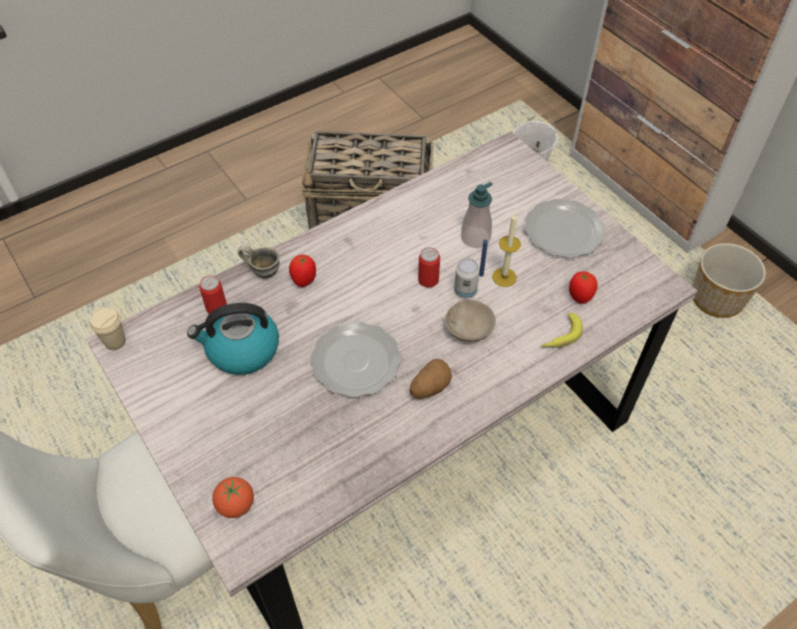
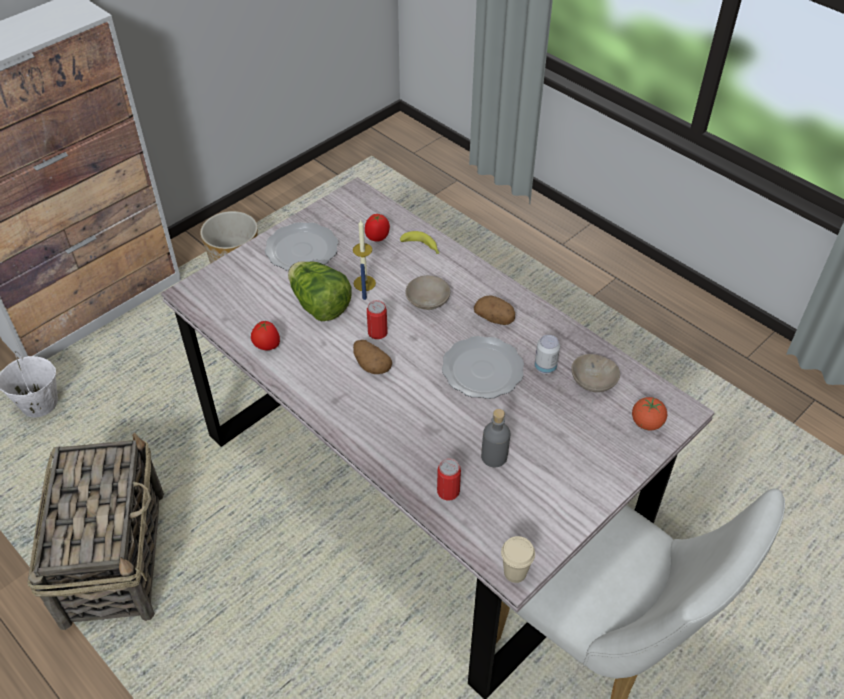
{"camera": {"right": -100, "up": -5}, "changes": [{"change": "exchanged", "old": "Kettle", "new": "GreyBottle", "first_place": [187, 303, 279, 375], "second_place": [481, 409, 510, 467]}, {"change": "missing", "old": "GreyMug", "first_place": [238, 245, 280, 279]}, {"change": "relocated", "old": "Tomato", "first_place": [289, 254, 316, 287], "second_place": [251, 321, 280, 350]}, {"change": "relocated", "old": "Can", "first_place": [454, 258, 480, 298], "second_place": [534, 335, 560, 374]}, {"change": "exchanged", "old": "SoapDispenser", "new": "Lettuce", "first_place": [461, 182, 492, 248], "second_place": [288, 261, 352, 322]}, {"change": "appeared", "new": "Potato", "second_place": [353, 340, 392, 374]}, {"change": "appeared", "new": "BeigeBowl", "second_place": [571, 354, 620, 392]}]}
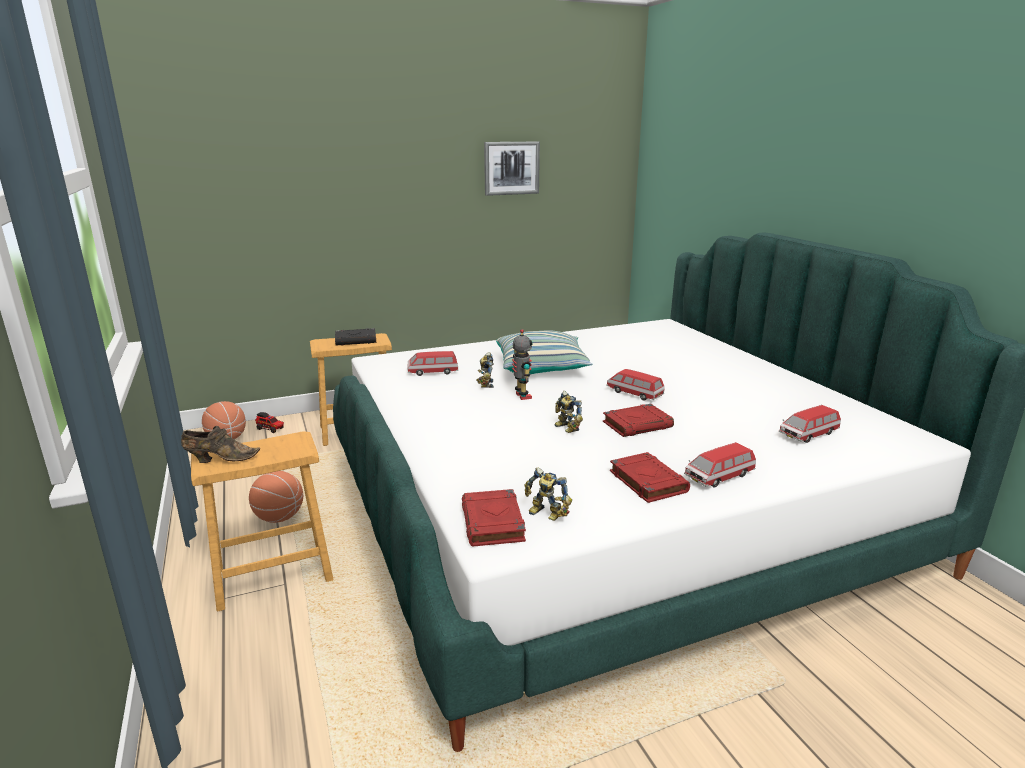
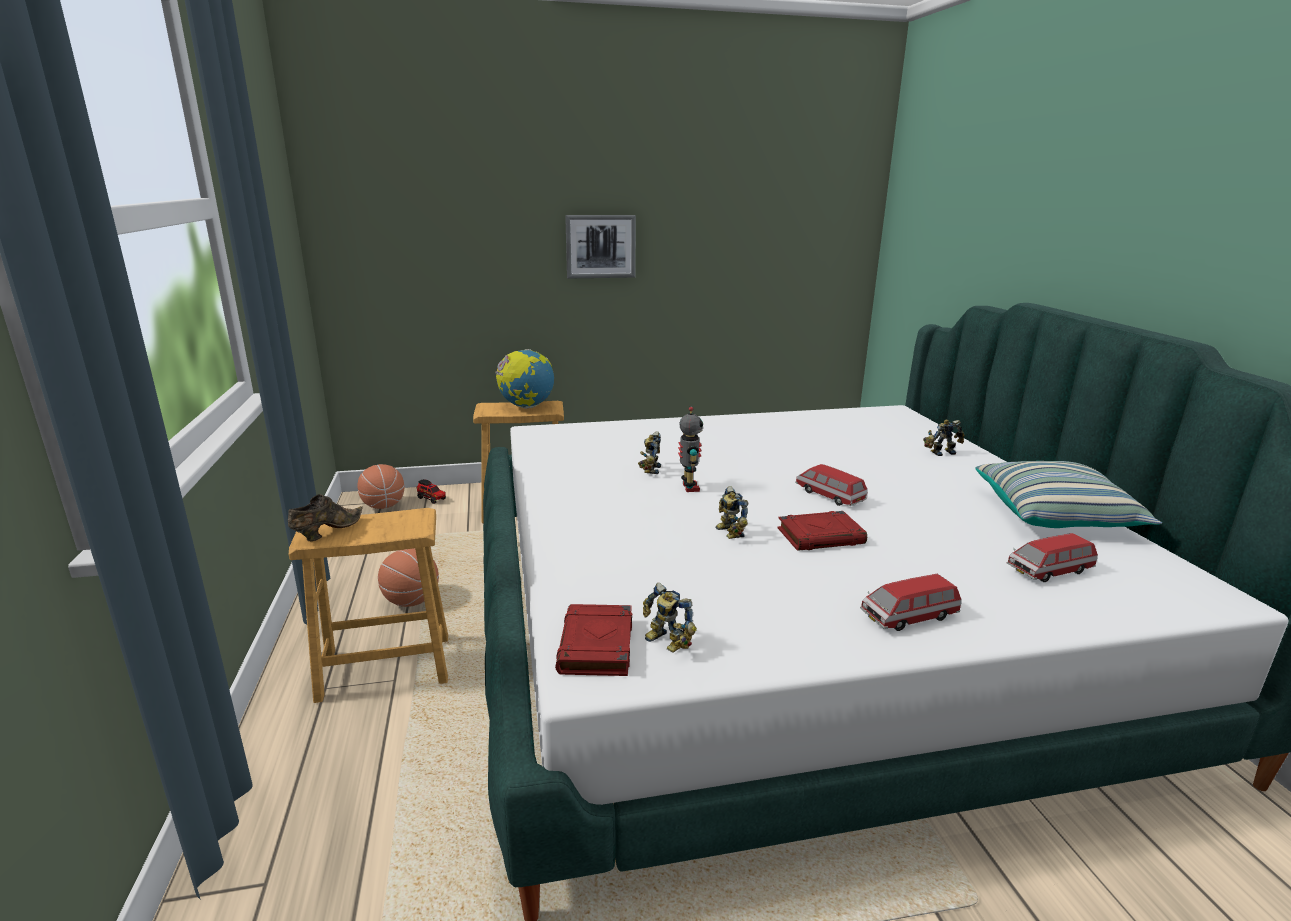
{"camera": {"right": 10, "up": 0}, "changes": [{"change": "spun", "old": "BrownShoe", "first_place": [181, 426, 260, 463], "second_place": [288, 494, 363, 541], "degrees": -60}, {"change": "exchanged", "old": "BlackBook", "new": "Globe", "first_place": [335, 328, 376, 345], "second_place": [495, 349, 554, 409]}, {"change": "missing", "old": "ToyCar", "first_place": [407, 351, 458, 376]}, {"change": "relocated", "old": "Picture", "first_place": [484, 142, 540, 196], "second_place": [565, 215, 636, 278]}, {"change": "relocated", "old": "Pillow", "first_place": [496, 331, 592, 374], "second_place": [976, 461, 1162, 528]}, {"change": "missing", "old": "RedBook", "first_place": [610, 452, 690, 503]}, {"change": "appeared", "new": "ToyRobot", "second_place": [923, 419, 965, 456]}]}
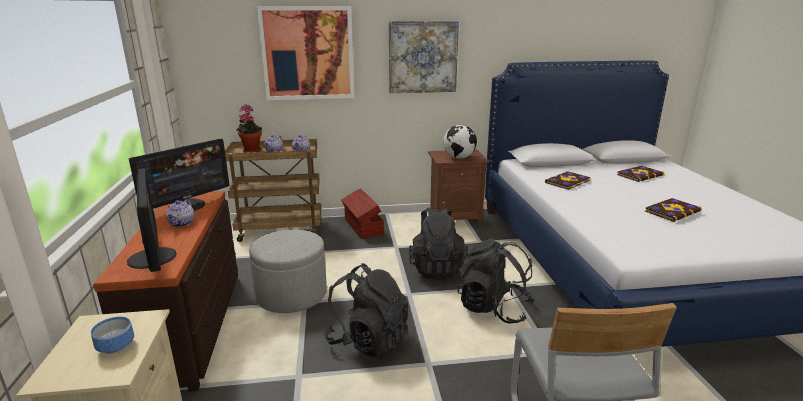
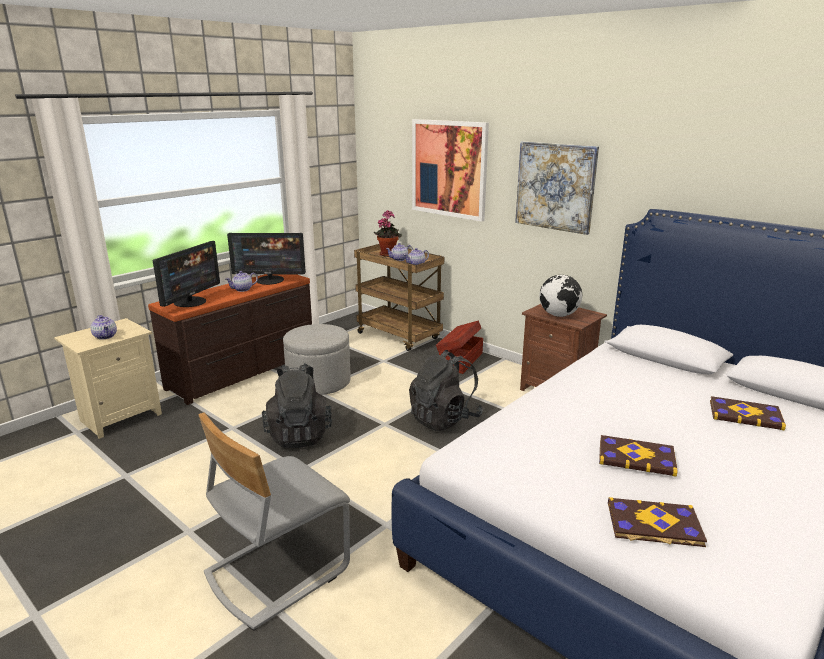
{"camera": {"right": 50, "up": 0}, "changes": [{"change": "exchanged", "old": "Bowl", "new": "Teapot", "first_place": [91, 316, 134, 354], "second_place": [91, 315, 117, 340]}, {"change": "missing", "old": "BlackBackpack", "first_place": [458, 239, 535, 324]}, {"change": "relocated", "old": "Book", "first_place": [545, 171, 590, 190], "second_place": [608, 497, 707, 547]}]}
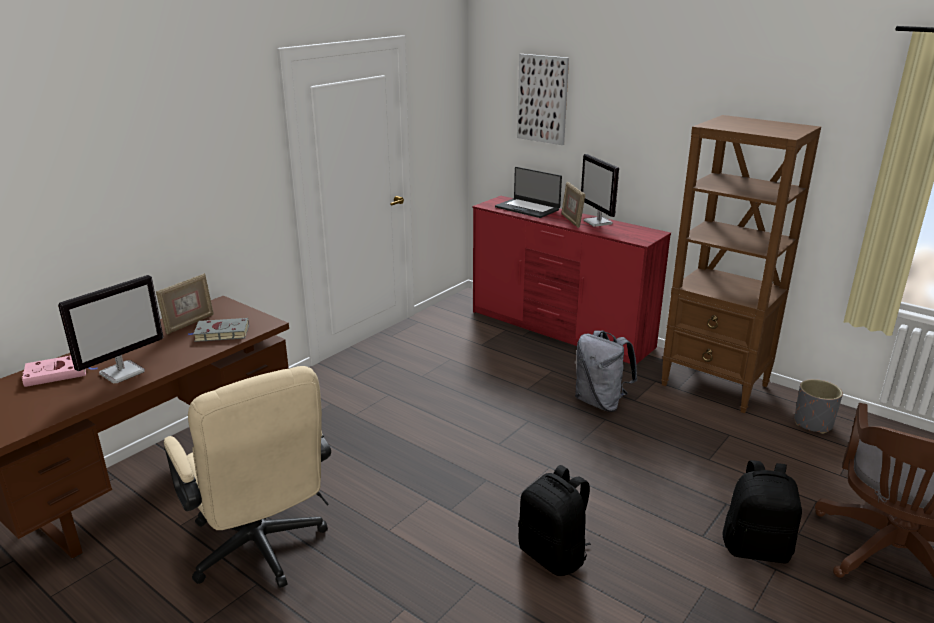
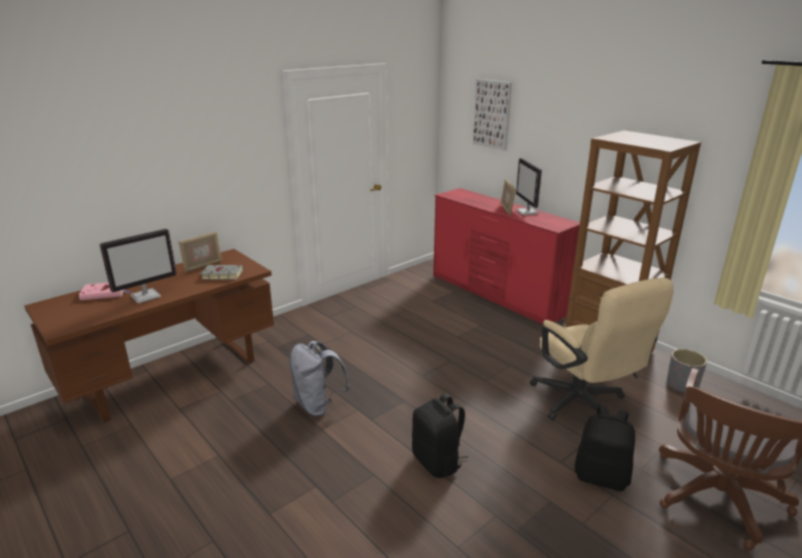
{"camera": {"right": 10, "up": 0}, "changes": [{"change": "relocated", "old": "BeigeOfficeChair", "first_place": [164, 366, 331, 588], "second_place": [530, 277, 674, 420]}, {"change": "missing", "old": "Laptop", "first_place": [495, 167, 562, 218]}, {"change": "relocated", "old": "GreyBackpack", "first_place": [575, 330, 637, 412], "second_place": [289, 341, 350, 417]}]}
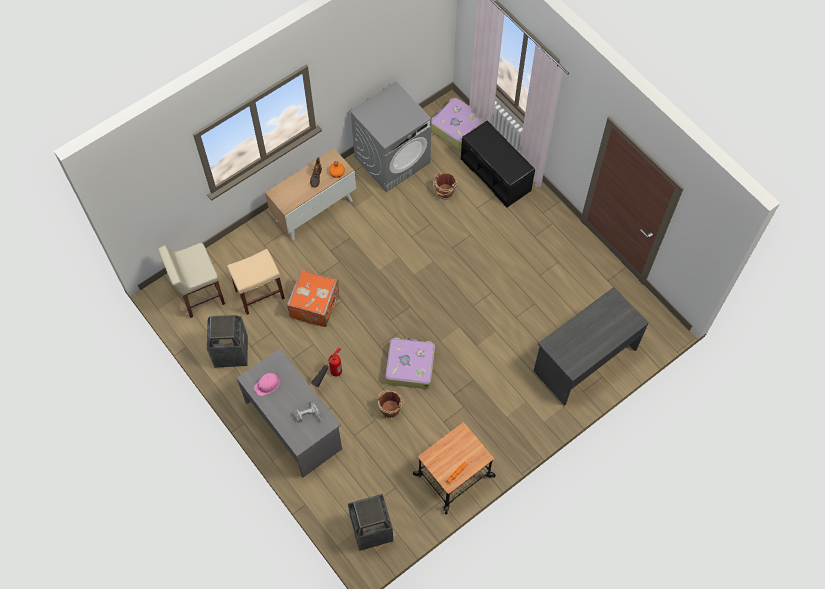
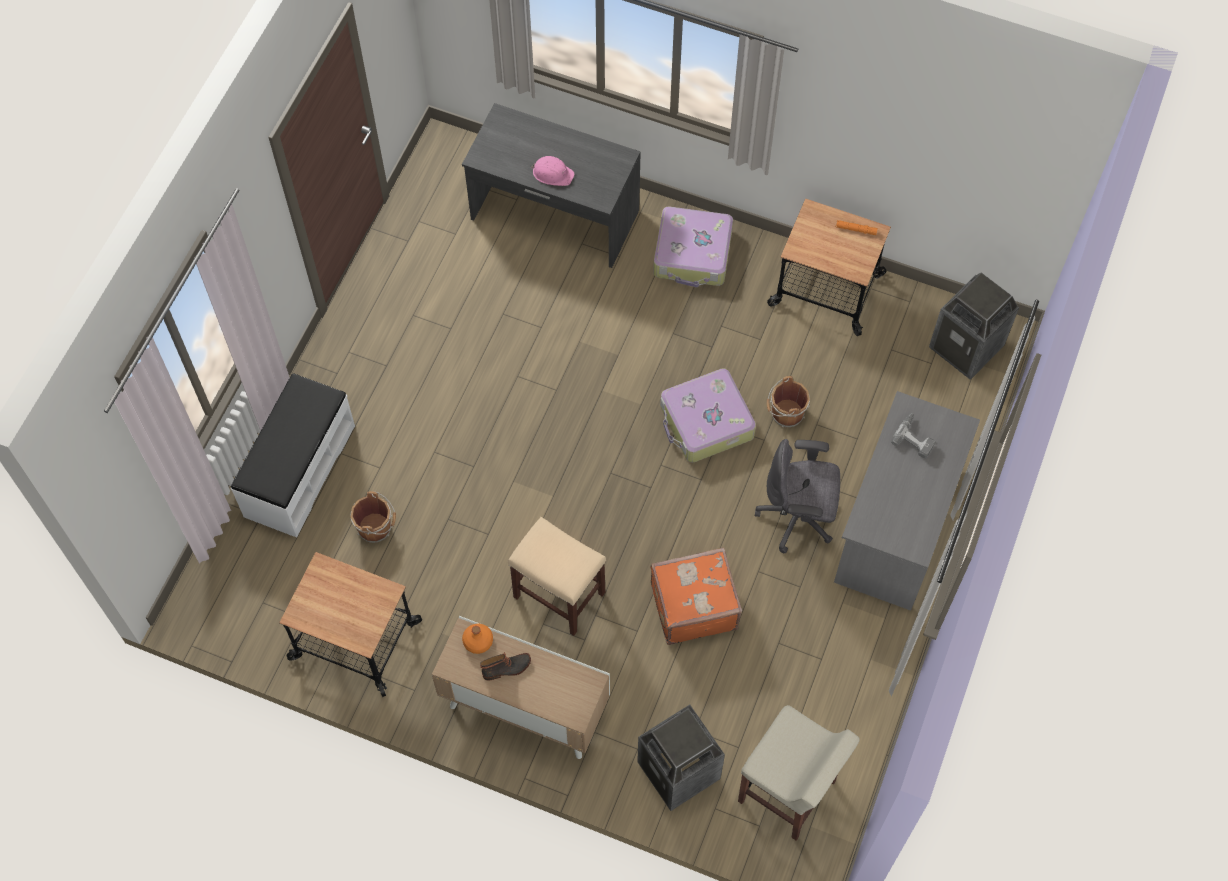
{"camera": {"right": -120, "up": 0}, "changes": [{"change": "relocated", "old": "TrashCan", "first_place": [207, 315, 248, 368], "second_place": [637, 705, 725, 811]}, {"change": "relocated", "old": "BeigeStool", "first_place": [227, 249, 285, 315], "second_place": [508, 517, 606, 636]}, {"change": "relocated", "old": "PinkHardHat", "first_place": [254, 373, 280, 396], "second_place": [530, 156, 575, 186]}, {"change": "exchanged", "old": "FireExtinguisher", "new": "GreyOfficeChair", "first_place": [311, 347, 342, 387], "second_place": [755, 439, 840, 553]}, {"change": "exchanged", "old": "GreyWashingMachine", "new": "Cart", "first_place": [350, 82, 432, 192], "second_place": [279, 552, 422, 697]}, {"change": "relocated", "old": "Suitcase", "first_place": [431, 98, 481, 149], "second_place": [653, 207, 733, 287]}, {"change": "colour", "old": "BlackBench", "new": "WhiteBench", "first_place": [461, 121, 535, 207], "second_place": [231, 373, 355, 538]}]}
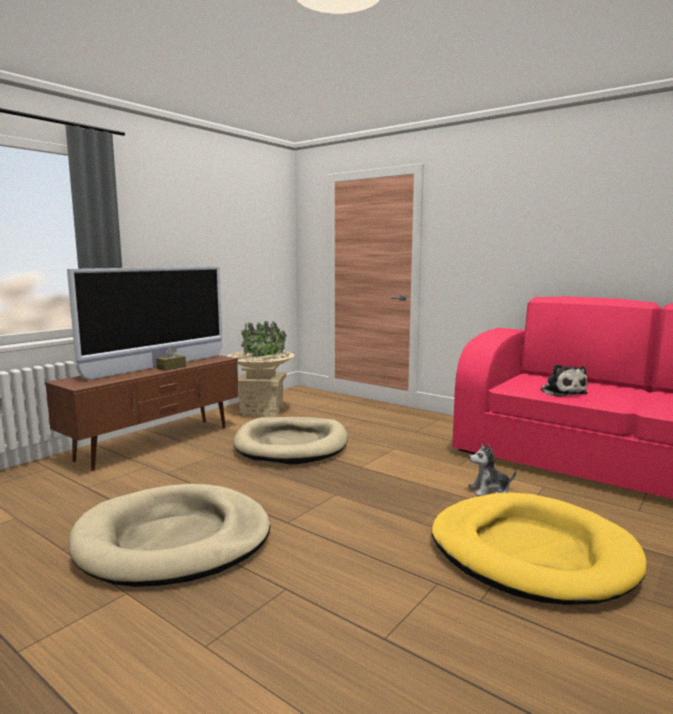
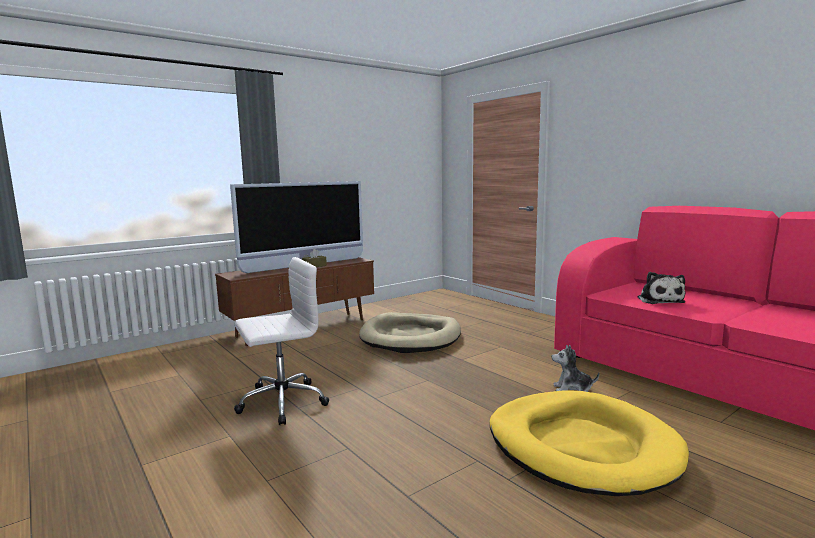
{"camera": {"right": 15, "up": 0}, "changes": [{"change": "exchanged", "old": "BeigeDogBed", "new": "WhiteOfficeChair", "first_place": [69, 484, 270, 587], "second_place": [234, 257, 329, 425]}, {"change": "missing", "old": "BeigePlanter", "first_place": [227, 321, 294, 417]}]}
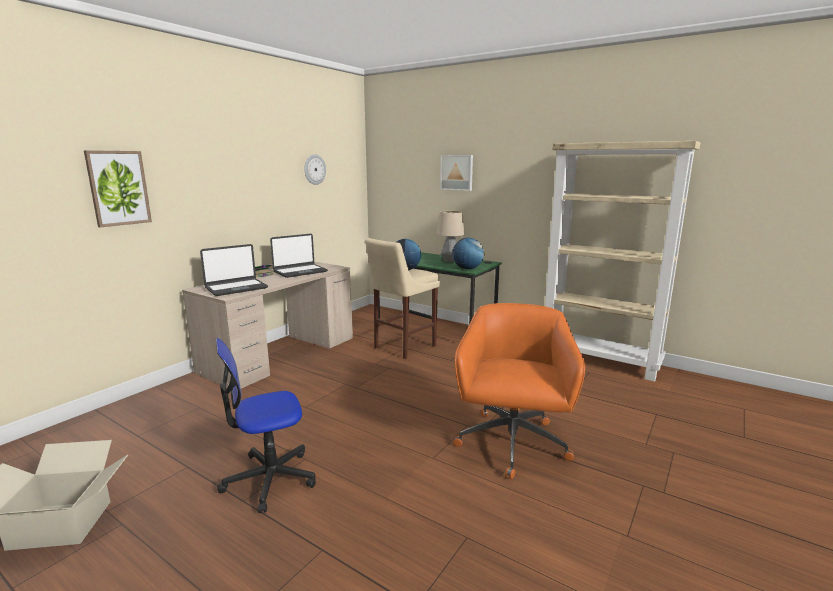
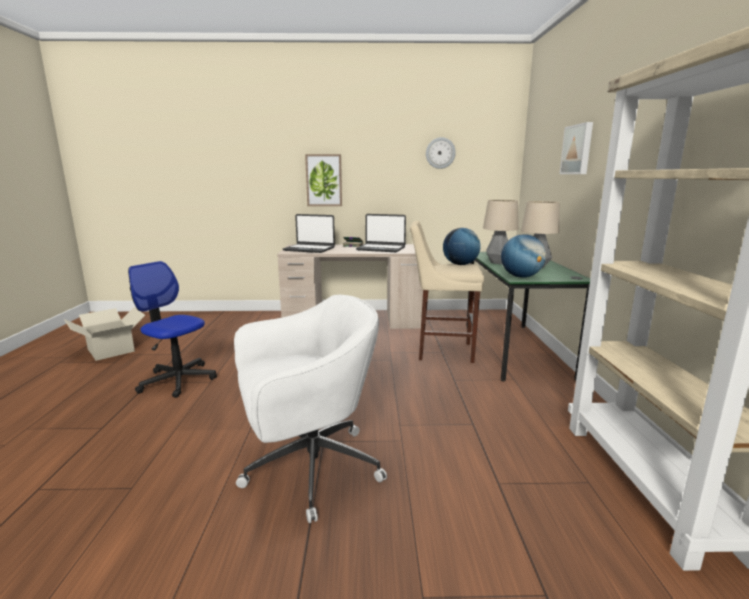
{"camera": {"right": 55, "up": 0}, "changes": [{"change": "relocated", "old": "Picture", "first_place": [84, 150, 152, 227], "second_place": [305, 154, 342, 206]}, {"change": "colour", "old": "OrangeOfficeChair", "new": "WhiteOfficeChair", "first_place": [453, 303, 585, 479], "second_place": [234, 295, 387, 523]}, {"change": "appeared", "new": "TableLamp", "second_place": [483, 200, 519, 264]}]}
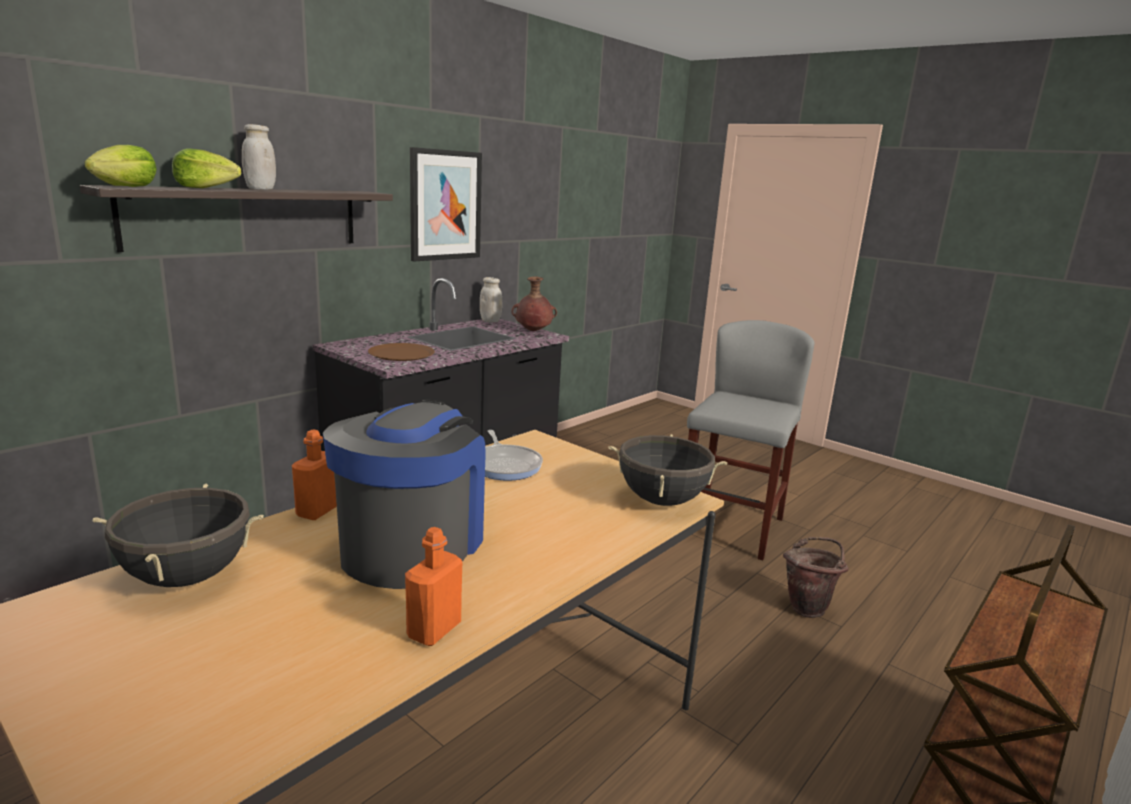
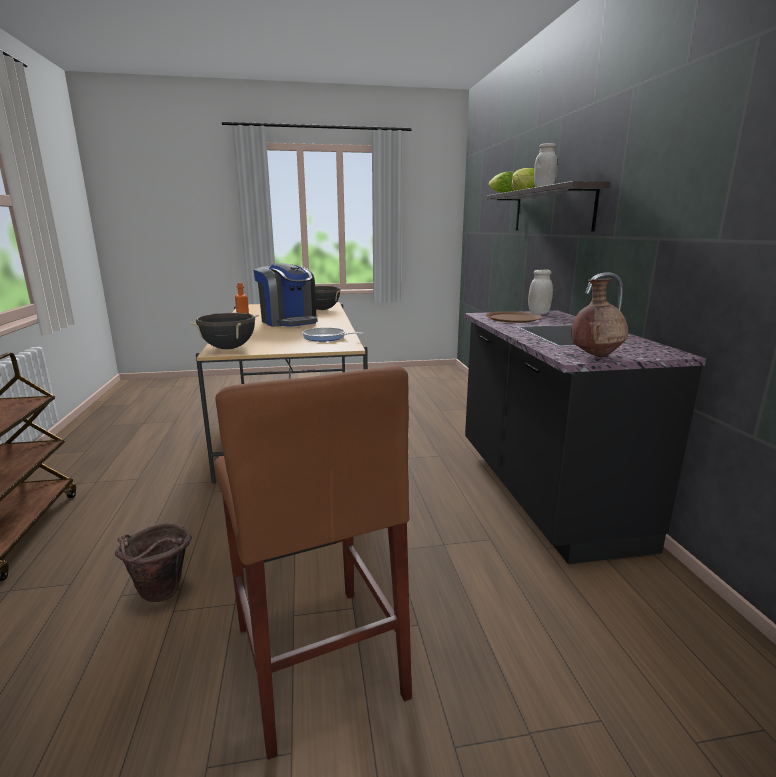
{"camera": {"right": 130, "up": 0}, "changes": [{"change": "missing", "old": "OrangeBottle", "first_place": [292, 429, 337, 520]}, {"change": "missing", "old": "Picture", "first_place": [410, 147, 482, 261]}, {"change": "relocated", "old": "WhiteJar", "first_place": [480, 277, 502, 323], "second_place": [528, 270, 553, 314]}, {"change": "colour", "old": "GreyStool", "new": "BrownStool", "first_place": [687, 320, 815, 560], "second_place": [214, 365, 412, 760]}]}
